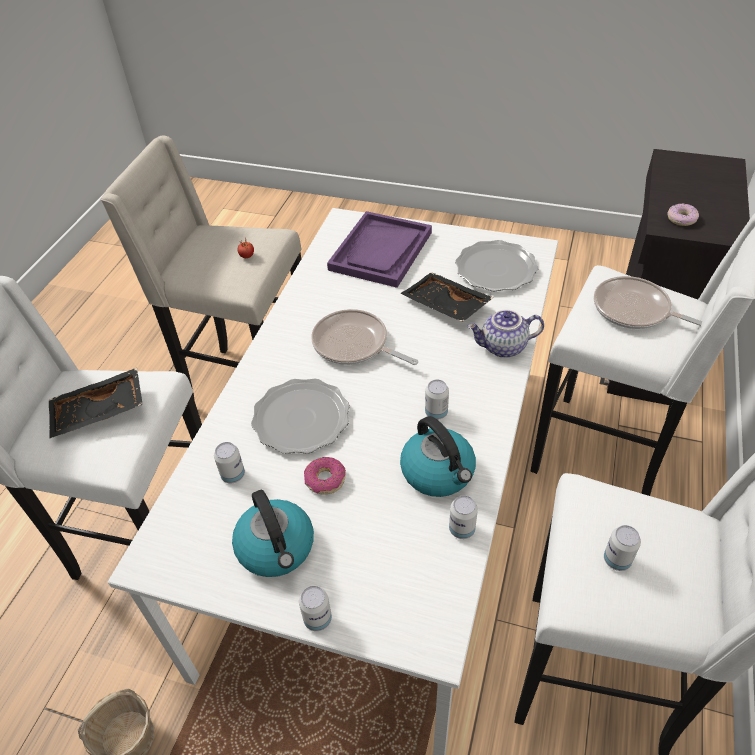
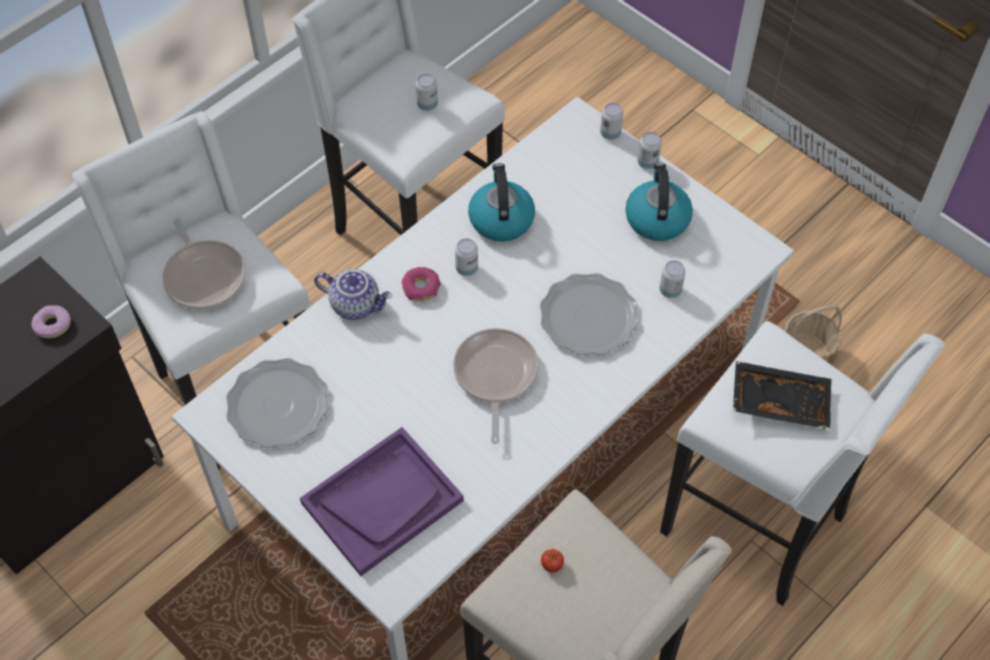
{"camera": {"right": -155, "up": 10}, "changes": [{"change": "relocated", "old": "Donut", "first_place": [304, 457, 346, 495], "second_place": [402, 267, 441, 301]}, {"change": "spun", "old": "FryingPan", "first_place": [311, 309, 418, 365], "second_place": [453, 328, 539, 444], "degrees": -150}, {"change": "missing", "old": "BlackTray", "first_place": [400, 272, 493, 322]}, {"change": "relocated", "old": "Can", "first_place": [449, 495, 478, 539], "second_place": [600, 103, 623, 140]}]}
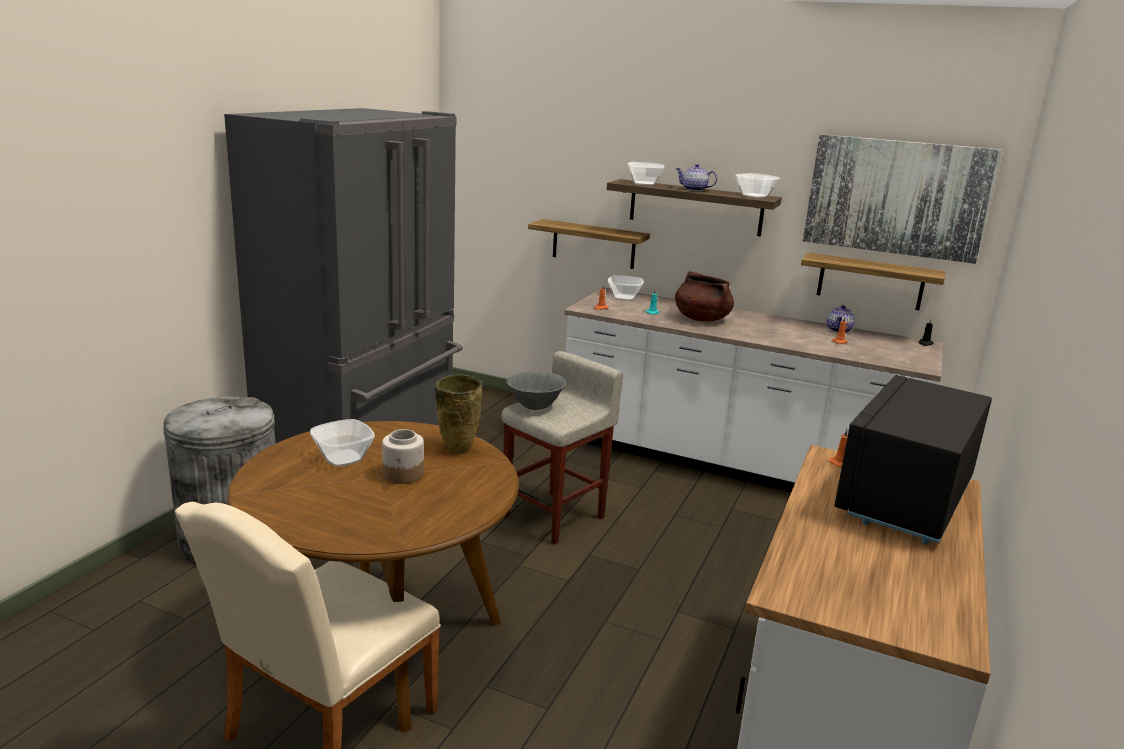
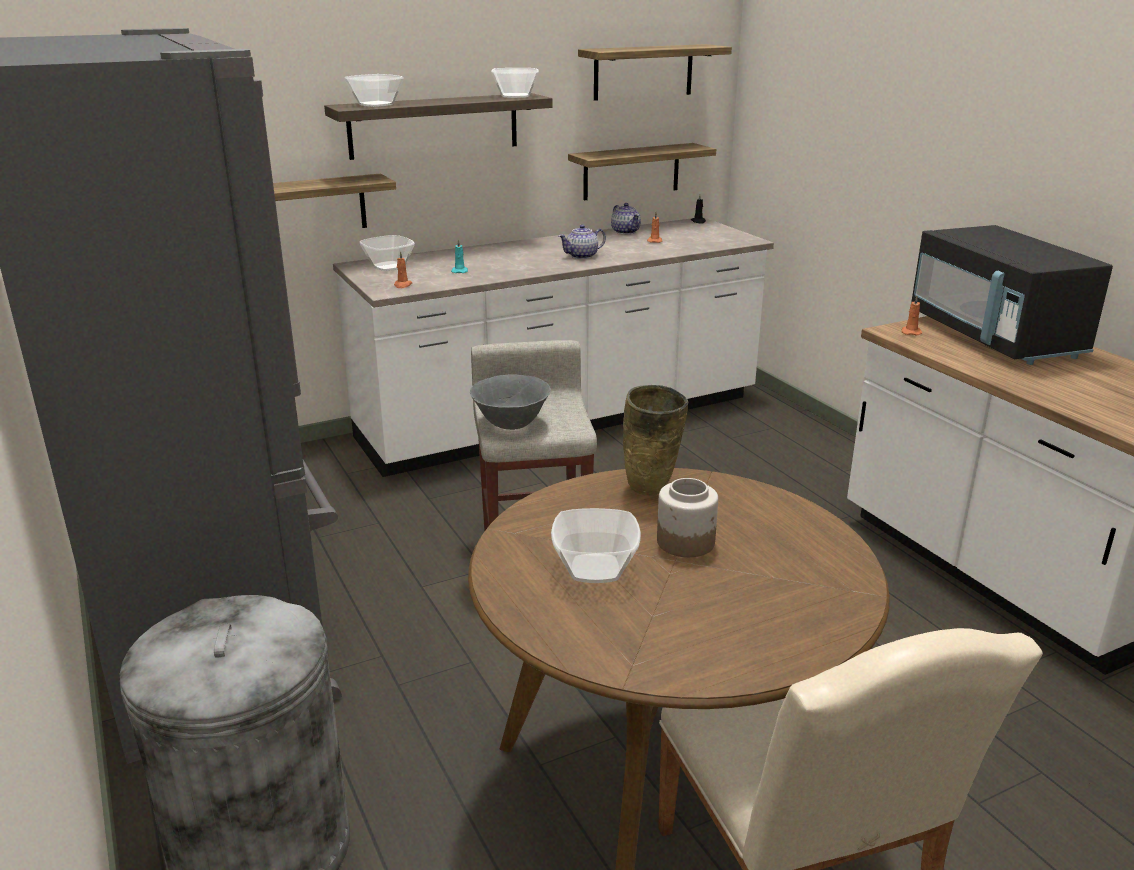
{"camera": {"right": -50, "up": 5}, "changes": [{"change": "missing", "old": "BrownCookingPot", "first_place": [675, 271, 734, 321]}, {"change": "relocated", "old": "Teapot", "first_place": [676, 164, 717, 191], "second_place": [558, 225, 606, 259]}, {"change": "exchanged", "old": "Picture", "new": "Shelf", "first_place": [803, 134, 1002, 264], "second_place": [578, 44, 732, 101]}]}
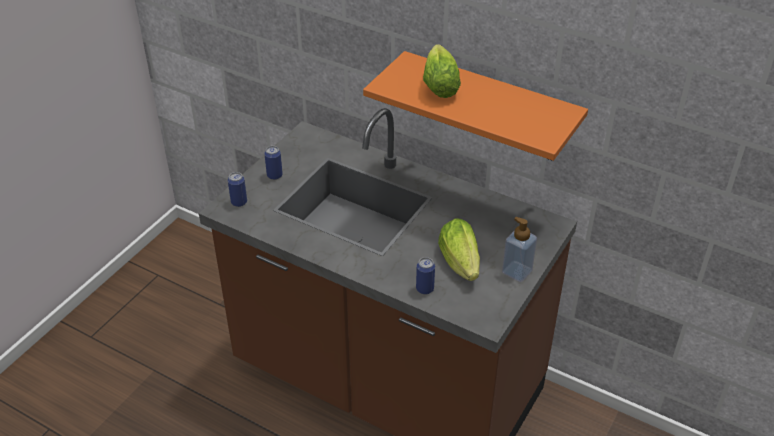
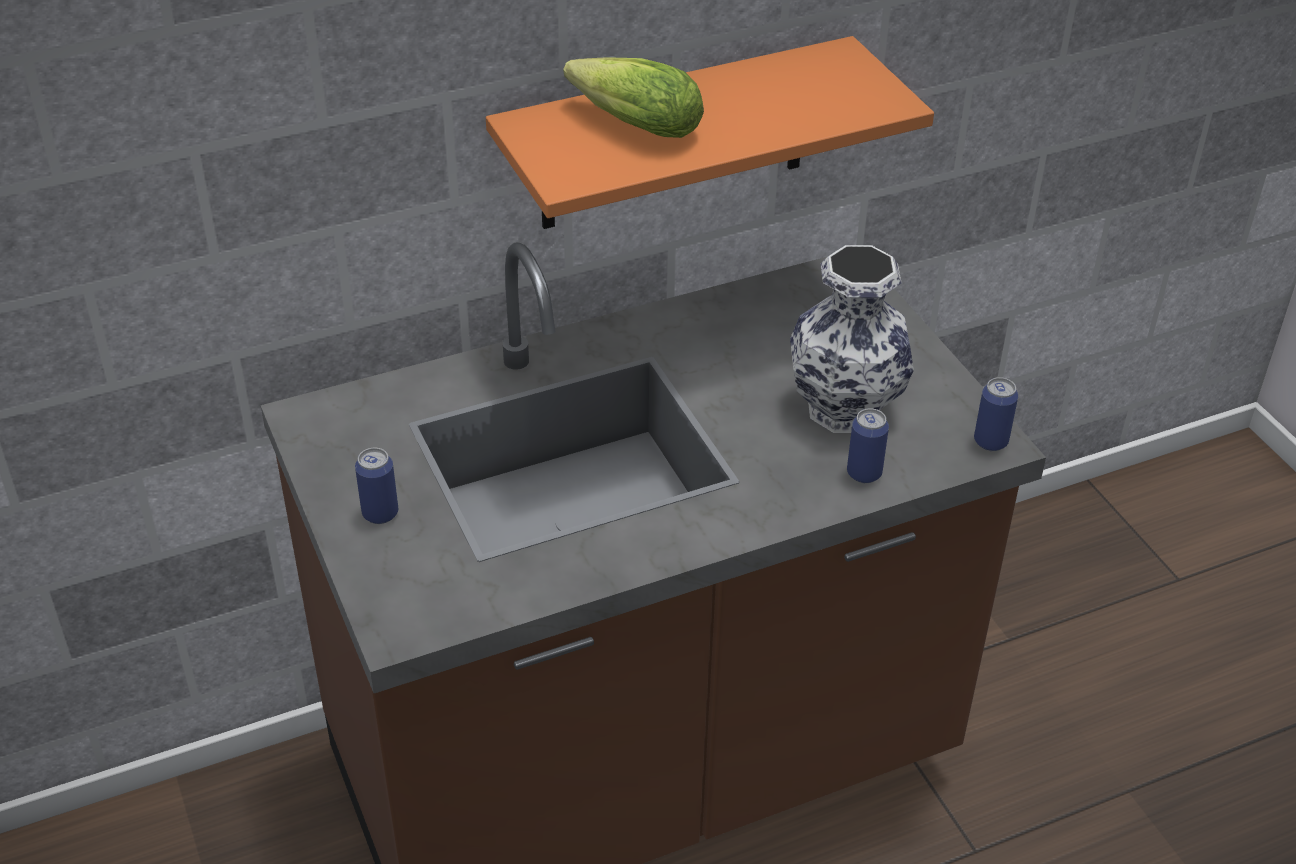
{"camera": {"right": -55, "up": 0}, "changes": [{"change": "relocated", "old": "Can", "first_place": [228, 172, 247, 207], "second_place": [974, 377, 1018, 451]}, {"change": "exchanged", "old": "Lettuce", "new": "Vase", "first_place": [438, 219, 480, 281], "second_place": [790, 245, 914, 433]}, {"change": "missing", "old": "SoapDispenser", "first_place": [502, 217, 537, 282]}]}
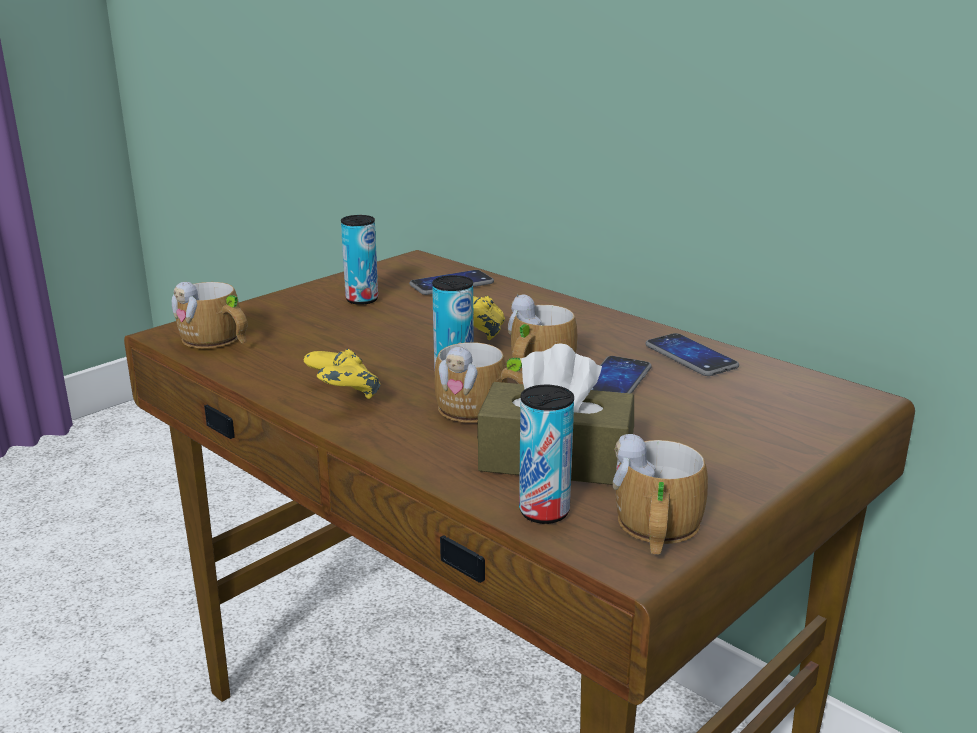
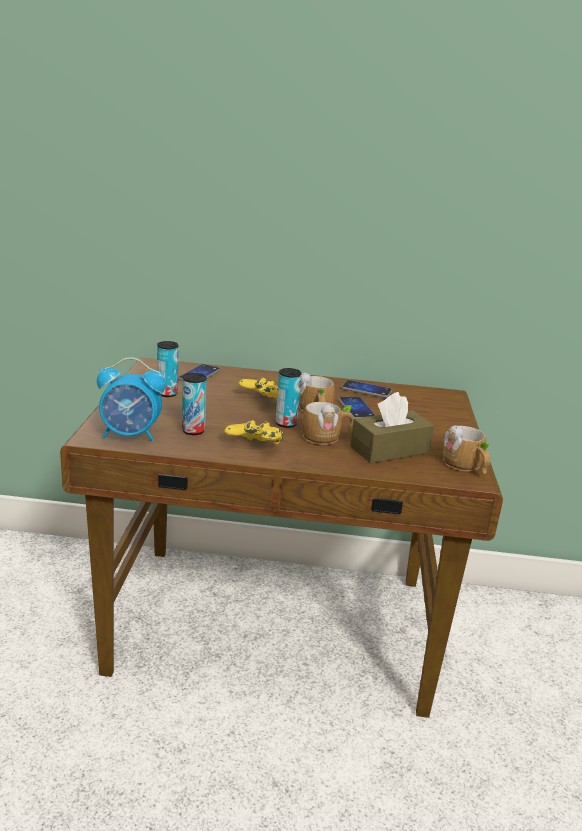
{"camera": {"right": -40, "up": 0}, "changes": [{"change": "exchanged", "old": "Mug", "new": "AlarmClock", "first_place": [172, 282, 247, 348], "second_place": [97, 357, 166, 442]}, {"change": "relocated", "old": "Can", "first_place": [519, 385, 574, 524], "second_place": [182, 373, 207, 435]}]}
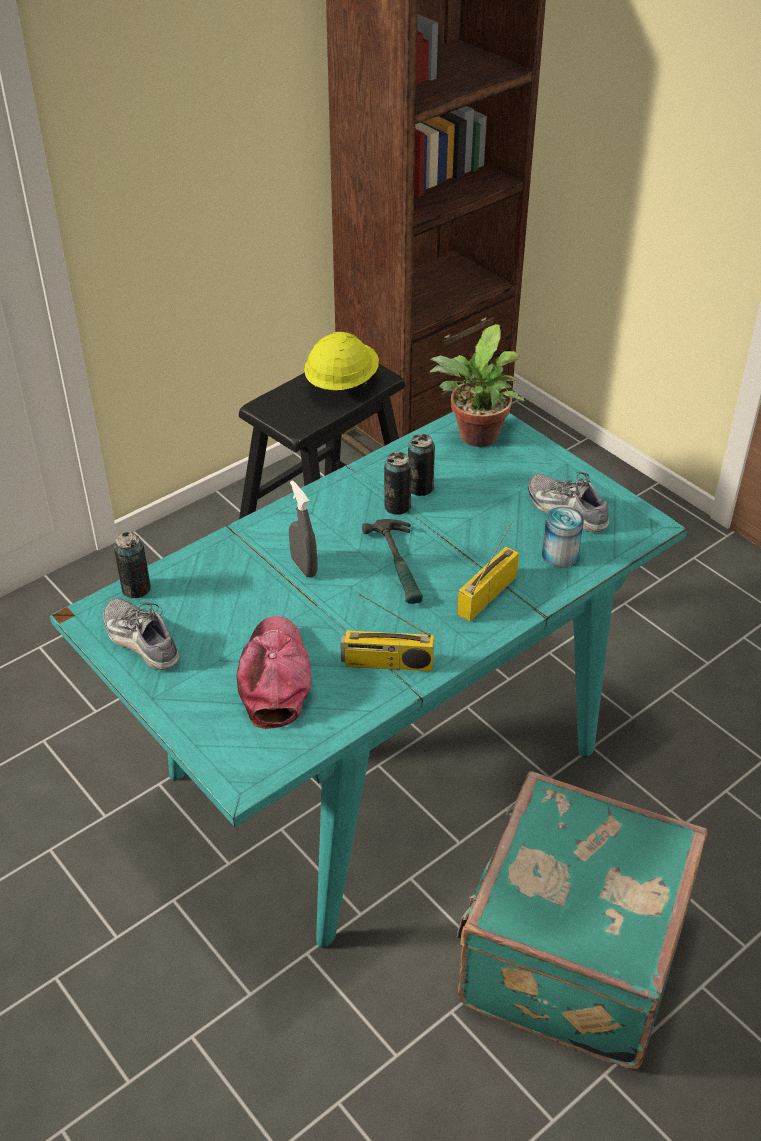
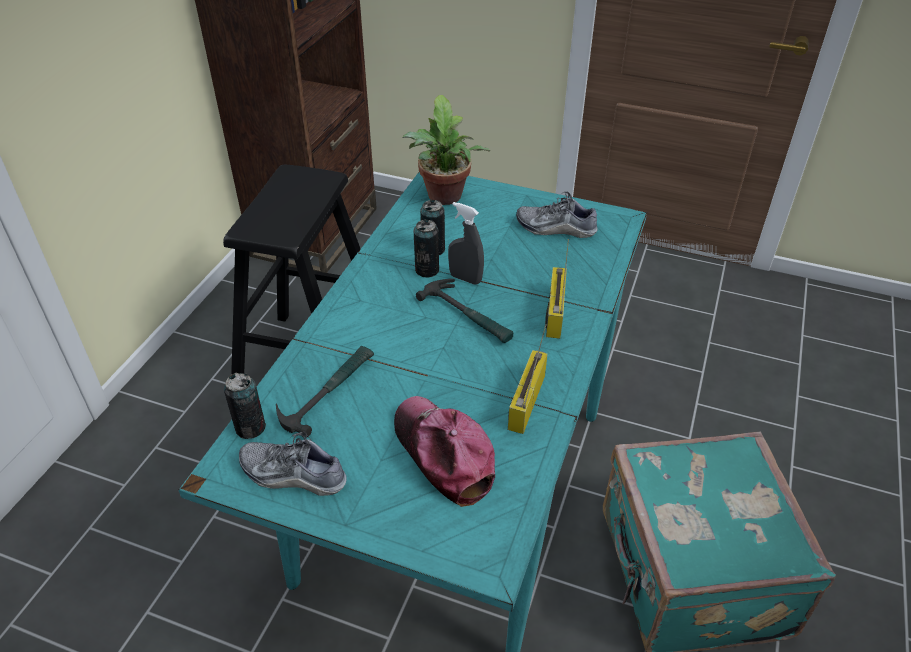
{"camera": {"right": -30, "up": 0}, "changes": [{"change": "relocated", "old": "GreySprayBottle", "first_place": [289, 480, 318, 578], "second_place": [448, 202, 484, 285]}, {"change": "missing", "old": "YellowHardHat", "first_place": [304, 332, 379, 391]}, {"change": "spun", "old": "Radio", "first_place": [340, 594, 434, 671], "second_place": [508, 324, 547, 434], "degrees": 135}, {"change": "missing", "old": "Can", "first_place": [542, 506, 584, 567]}, {"change": "appeared", "new": "Hammer", "second_place": [276, 346, 374, 437]}]}
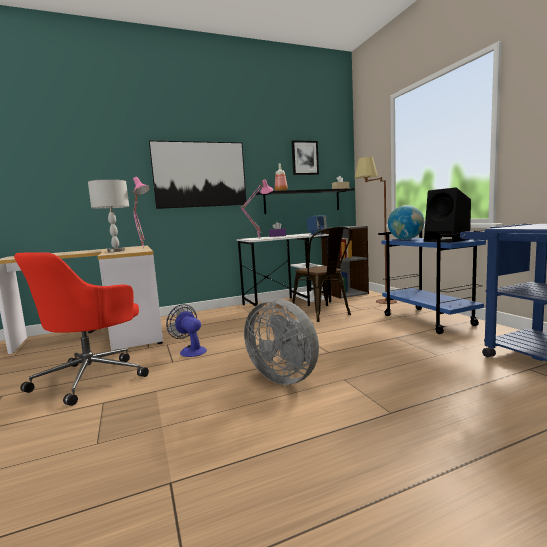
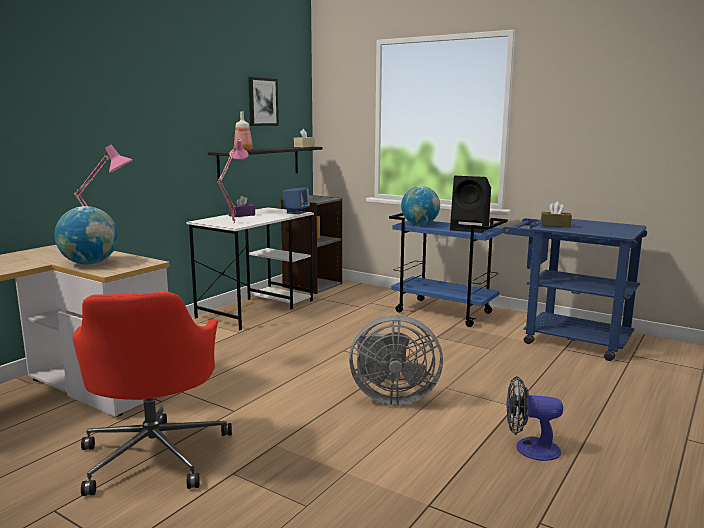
{"camera": {"right": -35, "up": 5}, "changes": [{"change": "exchanged", "old": "GreyTableLamp", "new": "Globe", "first_place": [88, 179, 129, 252], "second_place": [54, 206, 118, 265]}, {"change": "missing", "old": "Picture", "first_place": [149, 141, 246, 209]}, {"change": "relocated", "old": "Fan", "first_place": [166, 304, 207, 357], "second_place": [506, 376, 563, 461]}, {"change": "missing", "old": "BrownChair", "first_place": [292, 227, 352, 322]}, {"change": "missing", "old": "BrownFloorLamp", "first_place": [355, 157, 397, 304]}, {"change": "appeared", "new": "BrownTissueBox", "second_place": [541, 202, 572, 227]}]}
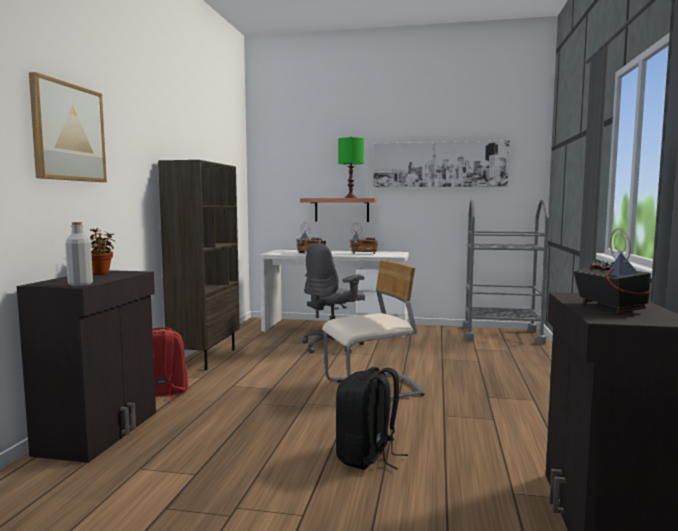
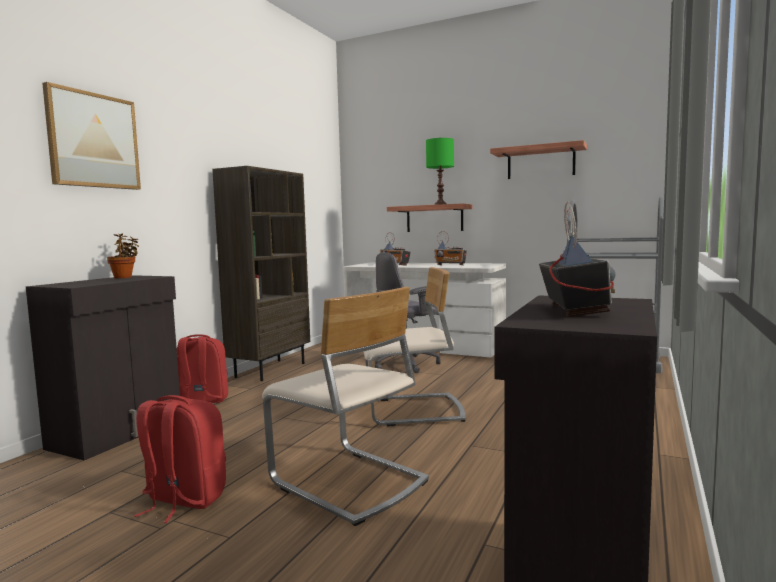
{"camera": {"right": 15, "up": 0}, "changes": [{"change": "missing", "old": "GreyBottle", "first_place": [65, 222, 93, 286]}, {"change": "exchanged", "old": "BlackBackpack", "new": "BeigeChair", "first_place": [336, 367, 408, 470], "second_place": [262, 287, 429, 526]}, {"change": "exchanged", "old": "Picture", "new": "Shelf", "first_place": [373, 140, 510, 187], "second_place": [490, 140, 587, 179]}, {"change": "appeared", "new": "RedBackpack", "second_place": [134, 395, 226, 523]}]}
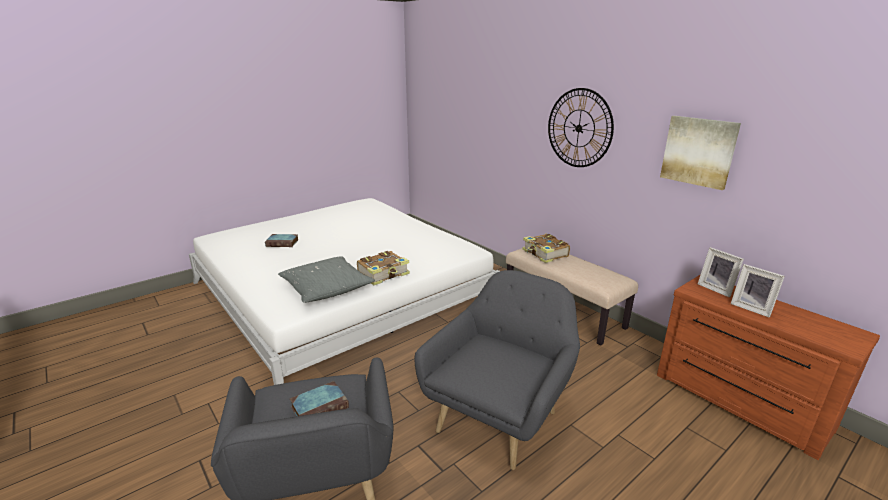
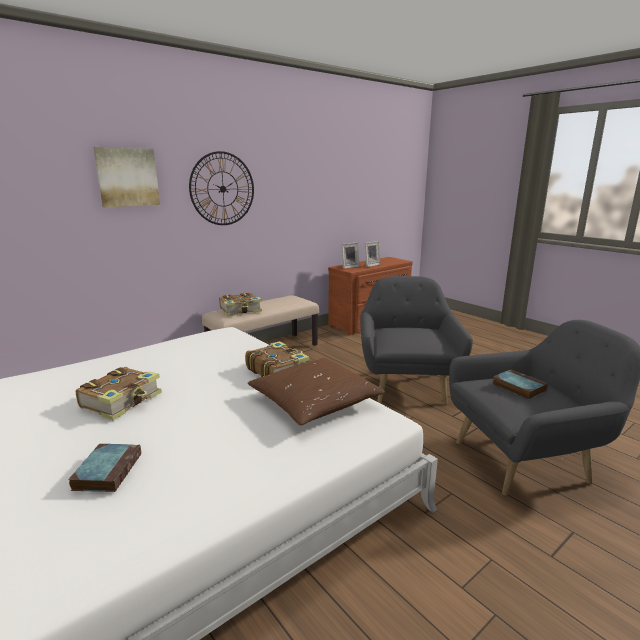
{"camera": {"right": -90, "up": -5}, "changes": [{"change": "colour", "old": "GreyPillow", "new": "BrownPillow", "first_place": [278, 257, 375, 303], "second_place": [248, 358, 385, 425]}, {"change": "spun", "old": "GreyArmchair", "first_place": [414, 270, 580, 470], "second_place": [360, 276, 473, 405], "degrees": 60}, {"change": "relocated", "old": "Picture", "first_place": [660, 116, 741, 190], "second_place": [93, 147, 160, 208]}, {"change": "appeared", "new": "Book", "second_place": [76, 367, 162, 420]}]}
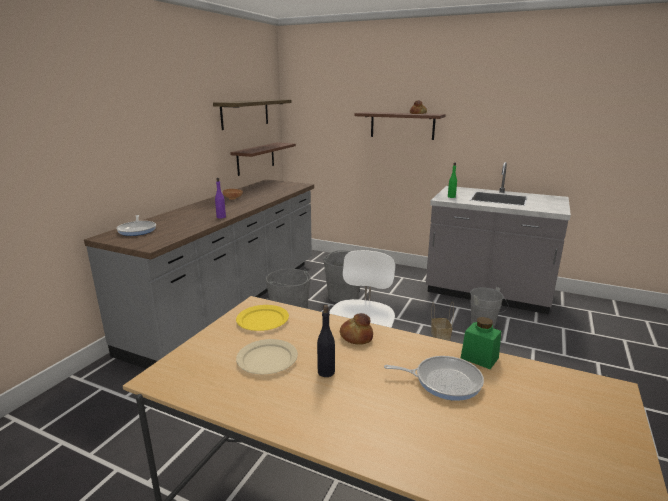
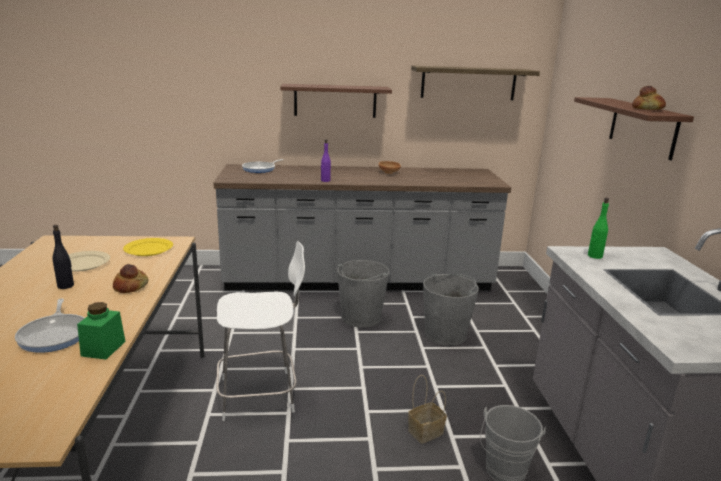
{"camera": {"right": 60, "up": 0}, "changes": [{"change": "relocated", "old": "BrownShelf", "first_place": [230, 142, 296, 176], "second_place": [281, 84, 392, 118]}]}
